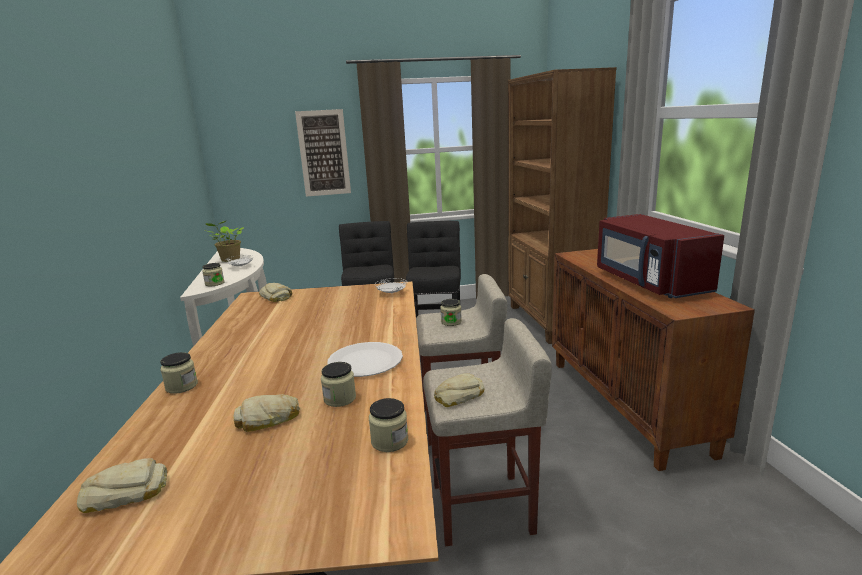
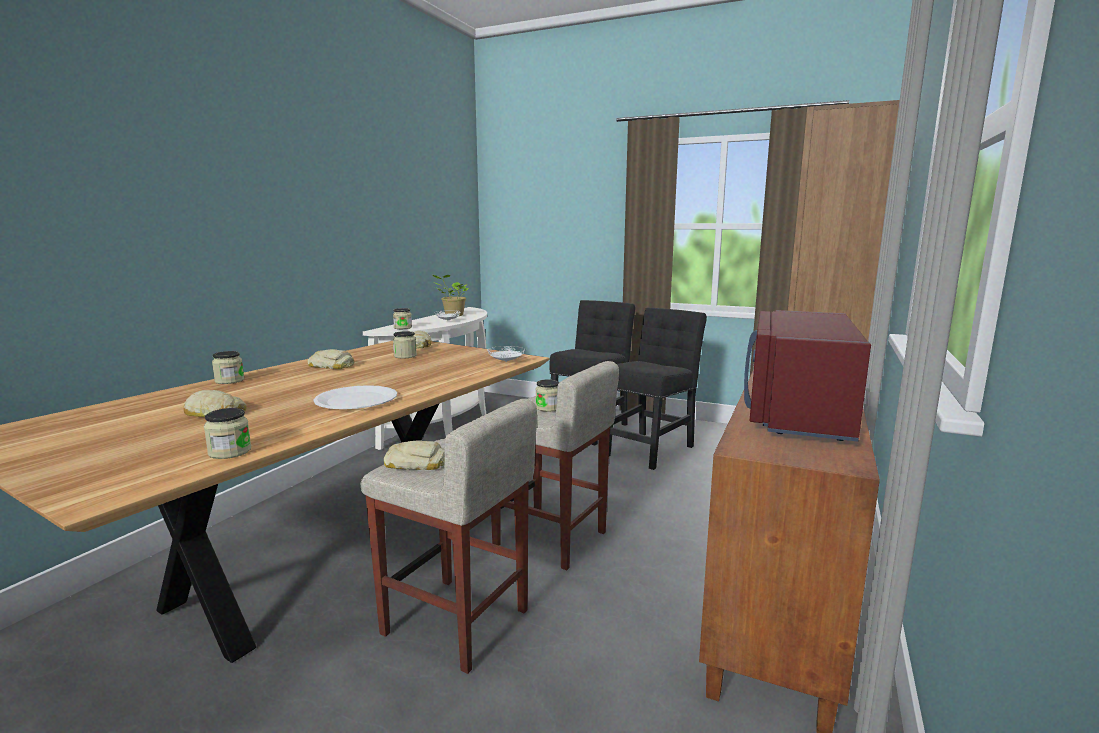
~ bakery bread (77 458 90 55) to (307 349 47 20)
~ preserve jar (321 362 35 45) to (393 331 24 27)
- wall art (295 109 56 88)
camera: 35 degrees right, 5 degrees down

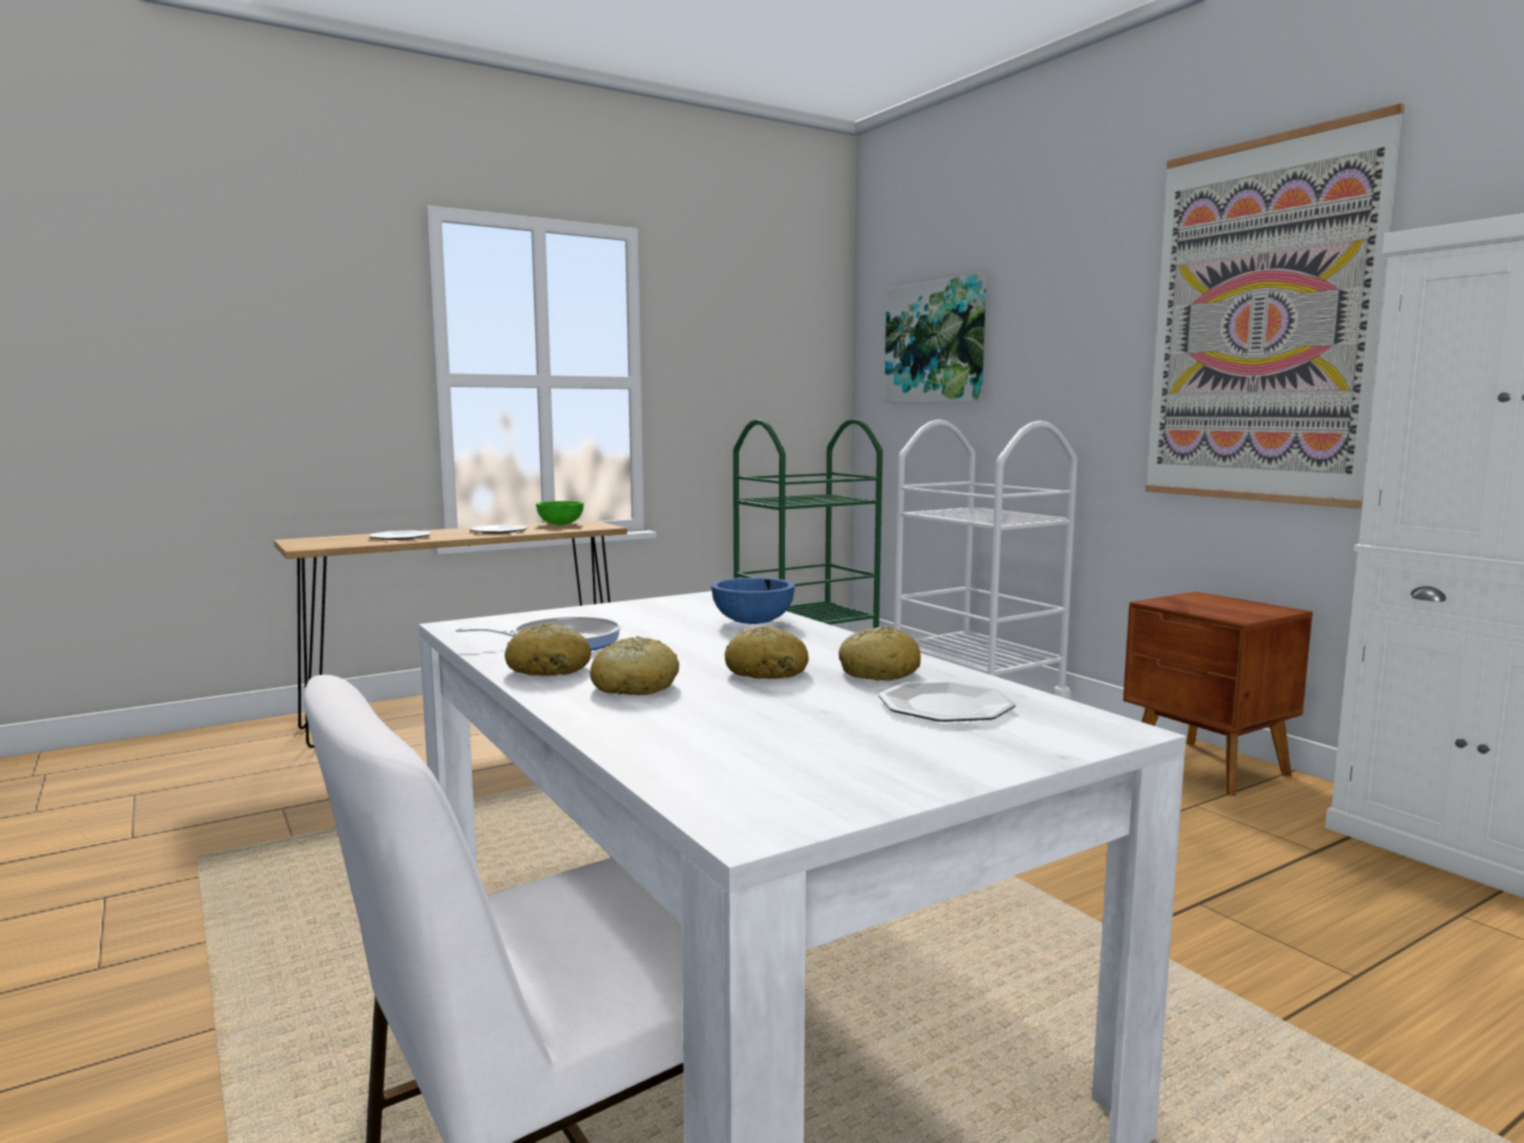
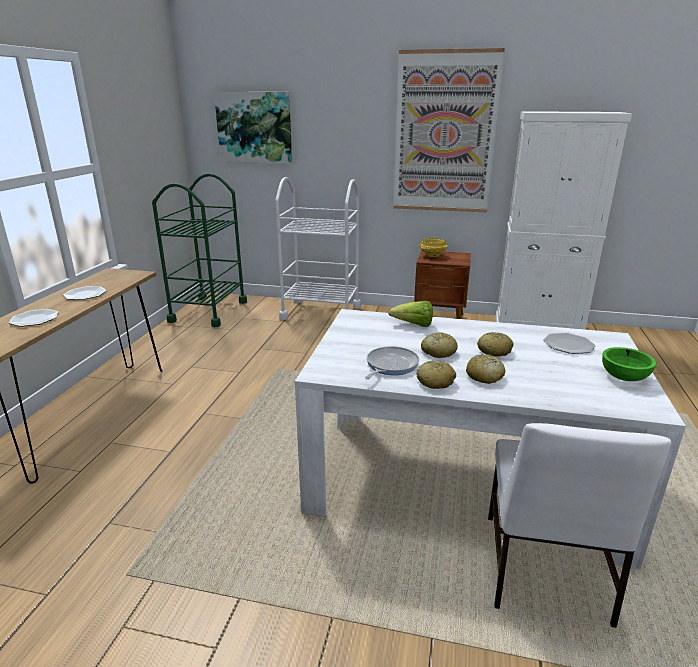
~ serving bowl (blue) (711 578 84 46) to lettuce head (388 301 45 26)
+ serving bowl (yellow) (419 238 29 19)
~ bakery bread (839 627 82 54) to (421 332 37 26)
~ serving bowl (greenish) (536 501 48 24) to (602 347 54 34)
camera: 45 degrees left, 15 degrees up

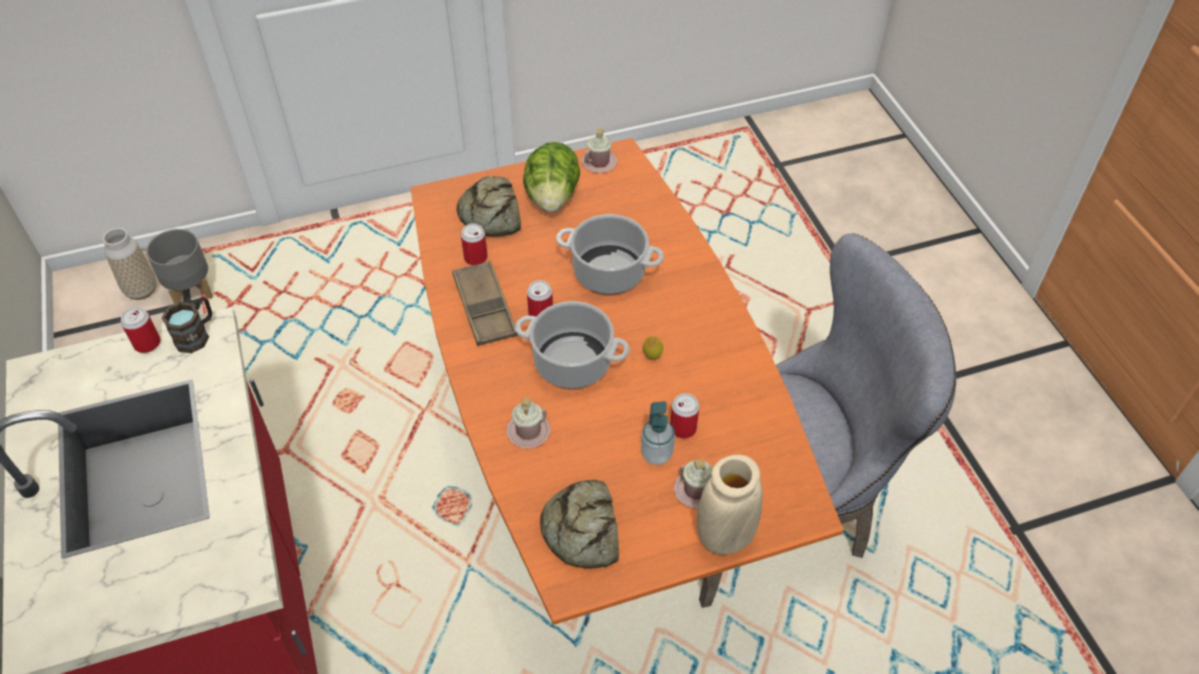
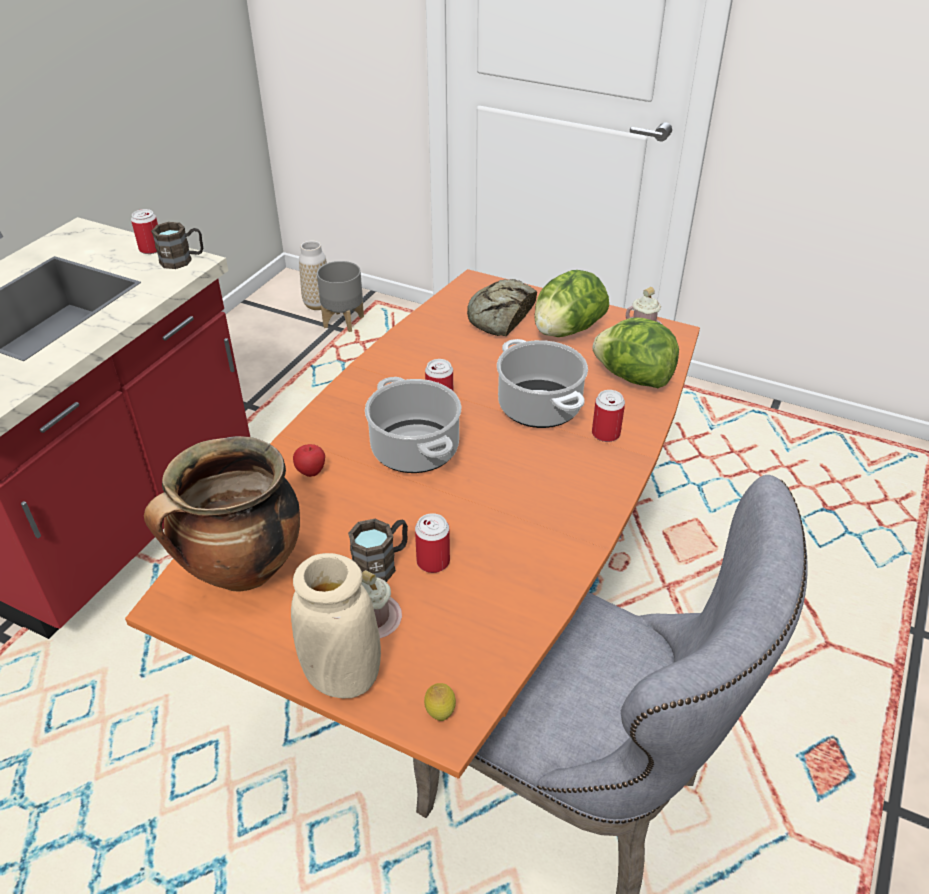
~ bakery bread (540 480 79 88) to saucepot (144 436 156 156)
~ tea mug (pink-coloured) (506 398 45 50) to whole apple (293 444 32 33)
~ soap dispenser (641 401 34 64) to tea mug (brown-coloured) (348 519 60 63)
~ whole lemon (643 336 20 24) to (424 683 32 38)
+ lettuce head (592 317 87 71)
~ can (461 223 27 42) to (592 390 33 52)
- carrying tray (brown-coloured) (452 261 65 85)
camera: 45 degrees right, 10 degrees down

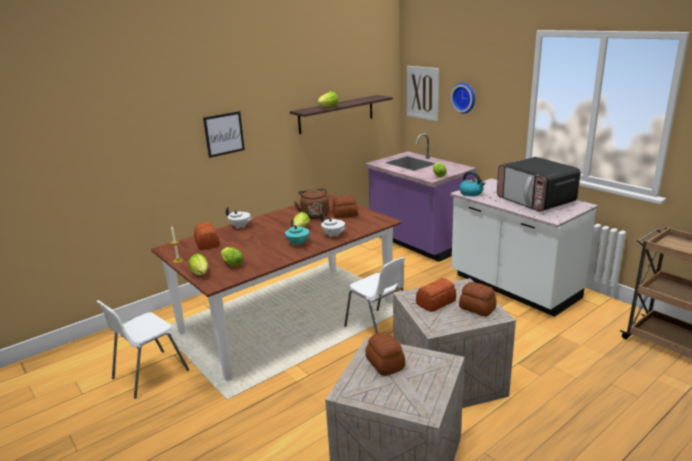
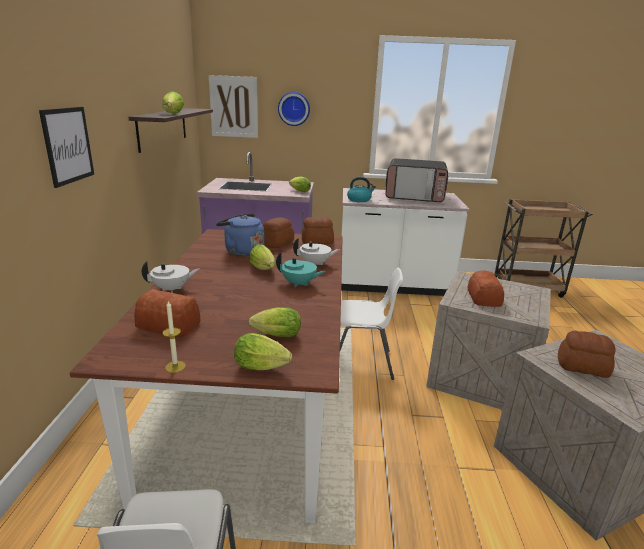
~ water kettle (brown-coloured) (294 189 35 30) to water kettle (blue) (216 214 48 42)
~ bakery bread (459 282 38 34) to (302 217 32 27)
camera: 50 degrees left, 0 degrees up

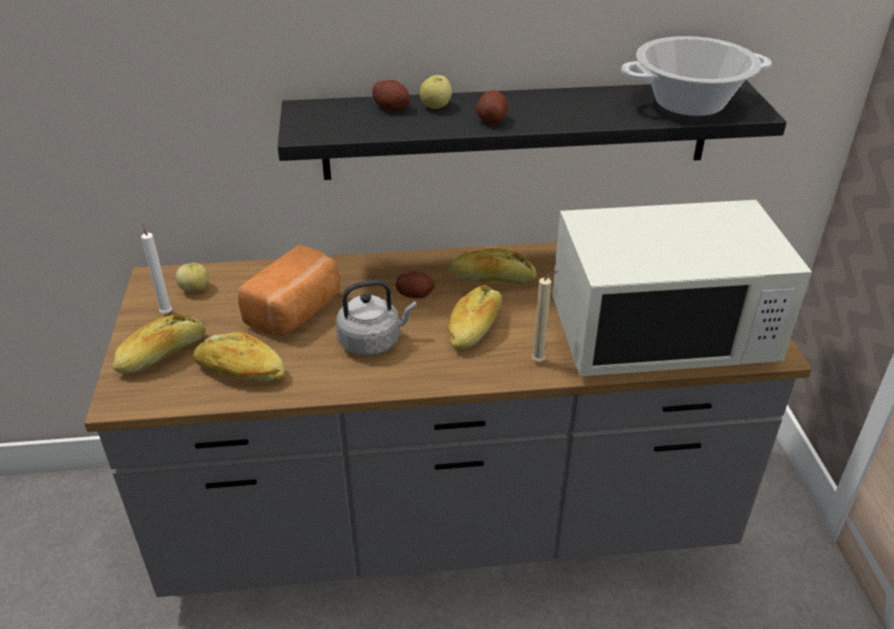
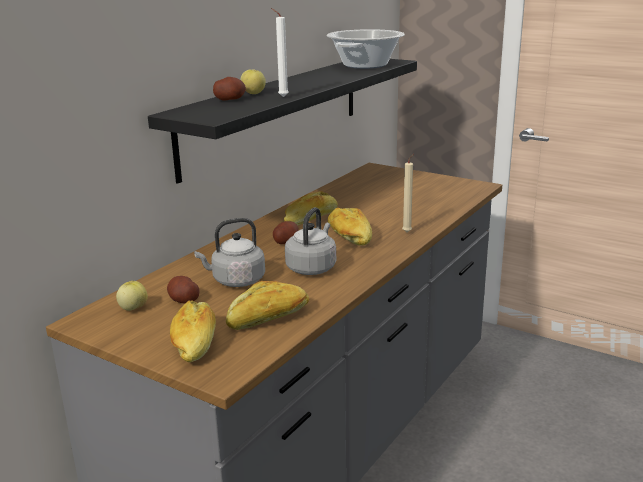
~ spud (475 90 33 34) to (167 276 33 28)
~ bakery bread (238 245 102 91) to water kettle (grey) (194 218 71 69)
~ wax candle (white) (141 221 31 93) to (271 8 18 89)
- microwave oven (white) (552 200 260 177)
camera: 50 degrees left, 15 degrees down

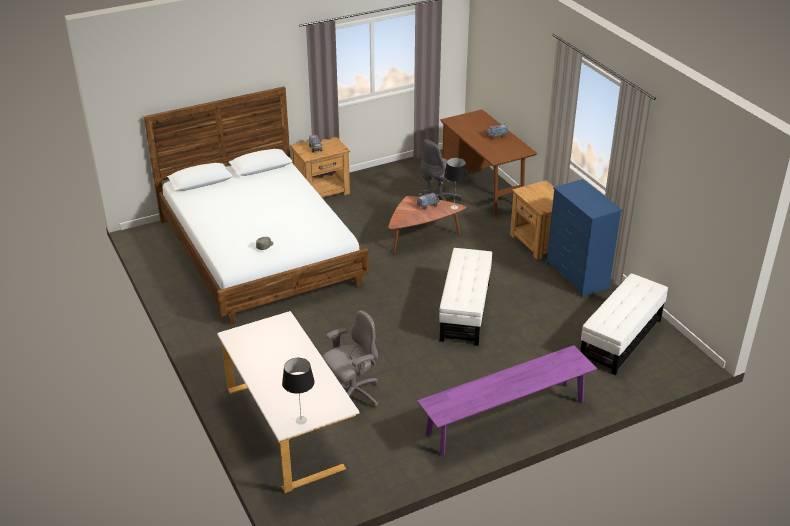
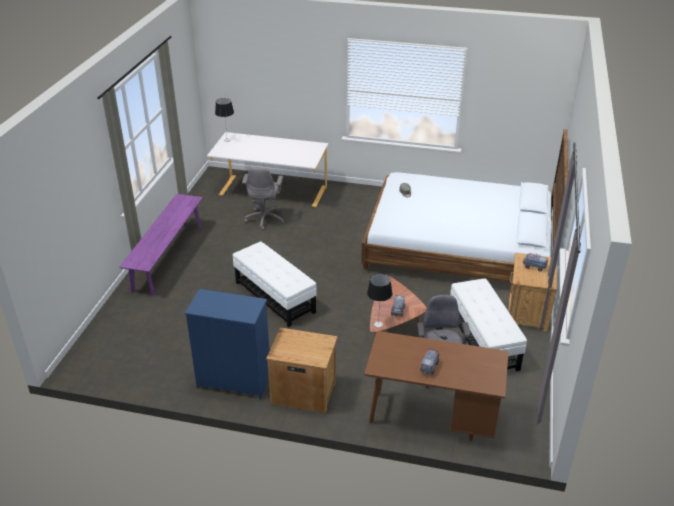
~ footrest (white) (580 273 88 102) to (450 278 77 93)
camera: 130 degrees right, 0 degrees up

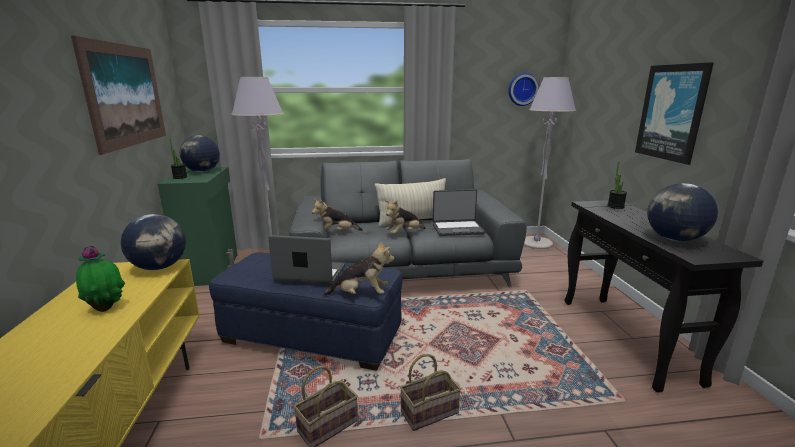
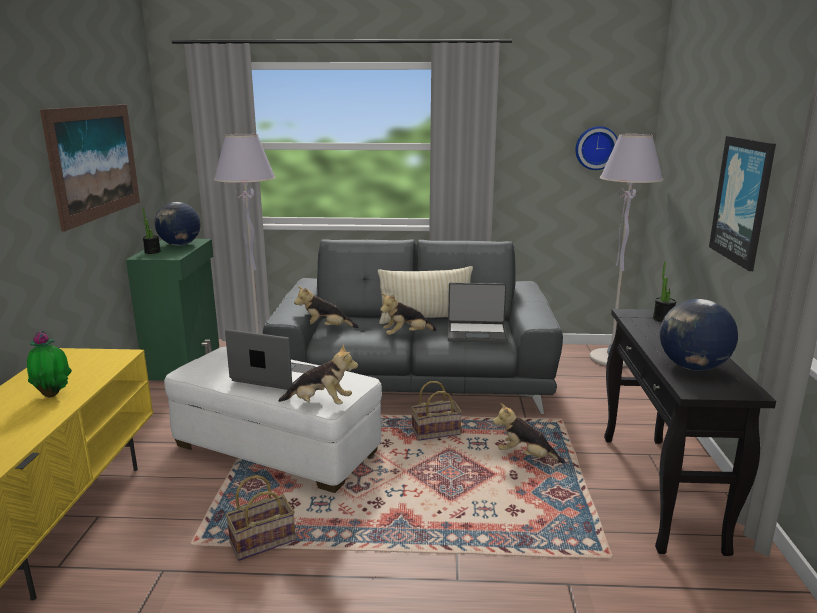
~ footrest (blue) (209 252 193 119) to footrest (white) (164 347 218 146)
~ household basket (400 354 61 77) to (411 381 51 60)
+ cuddly toy (493 403 72 60)
- desk globe (121 214 65 56)
camera: 10 degrees right, 0 degrees up

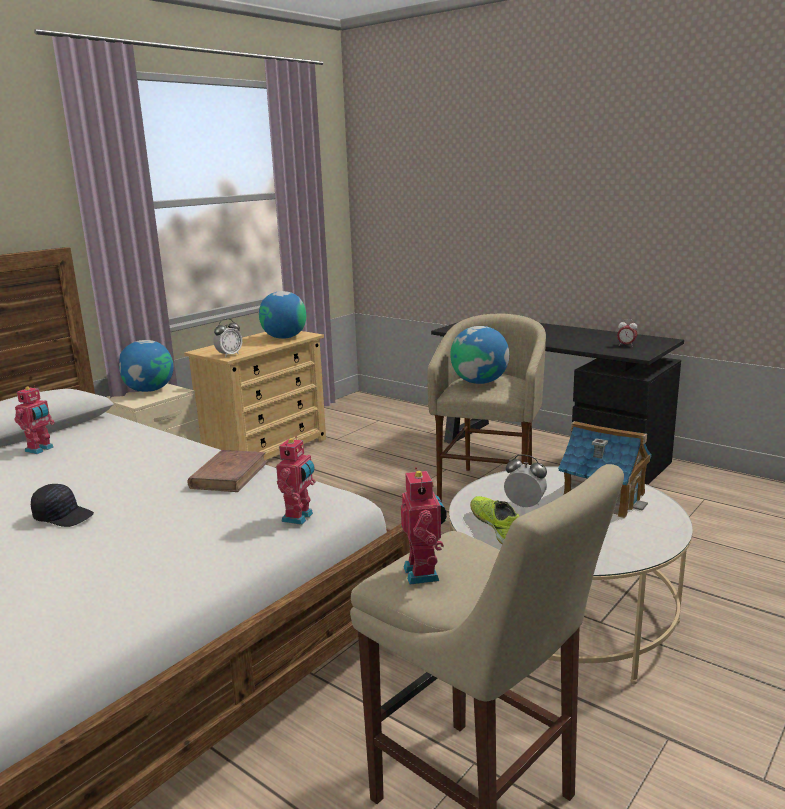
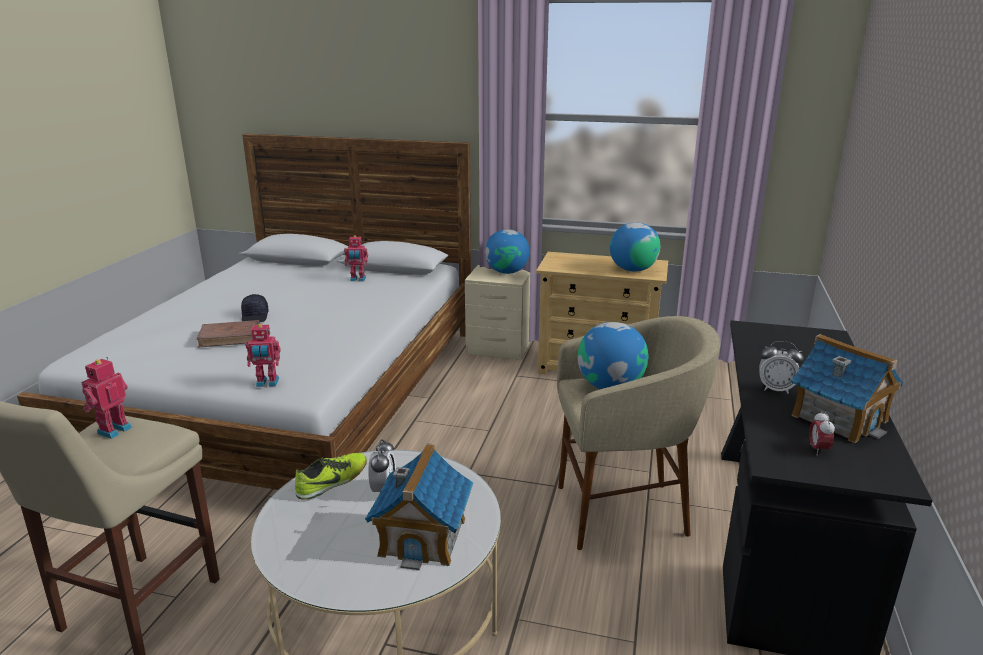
~ toy robot (401 467 46 118) = (81 357 51 82) 150 degrees clockwise
~ volume (brown-coloured) (187 450 81 42) to (196 320 64 27)
~ alarm clock (213 319 29 39) to (759 341 45 53)
+ model house (791 334 112 109)
camera: 65 degrees right, 5 degrees up

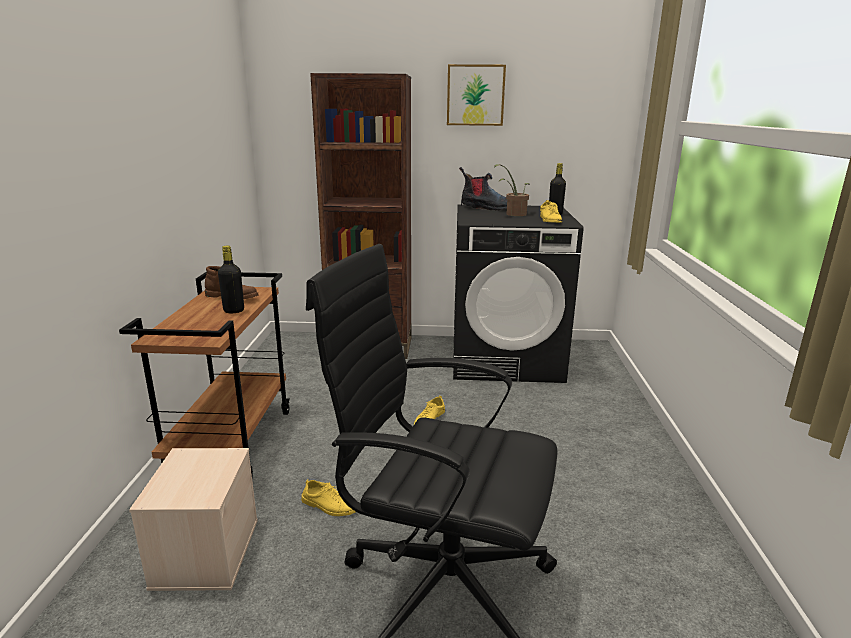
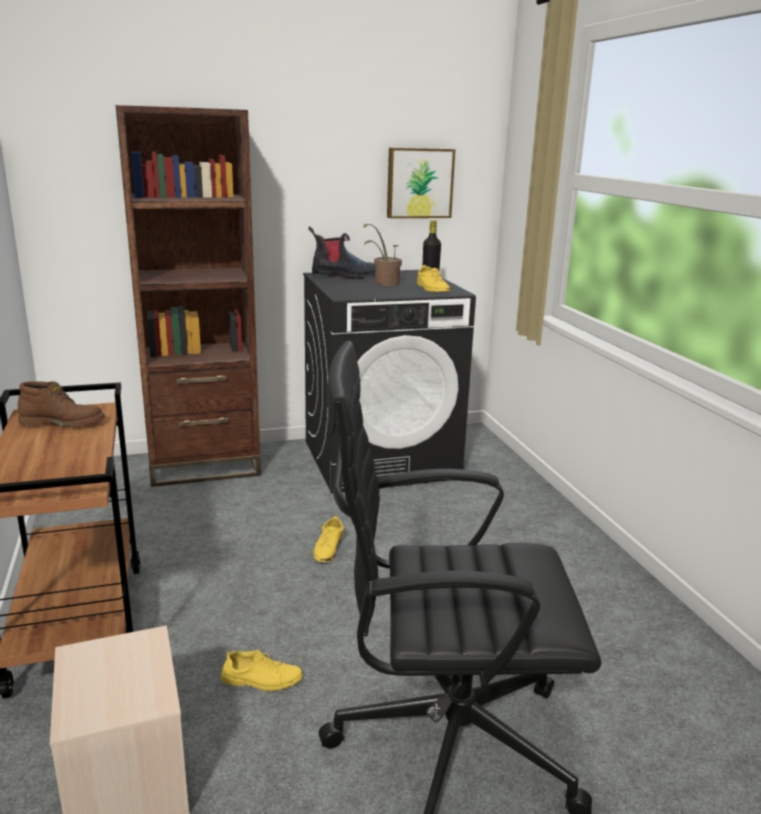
~ wall art (447 64 59 62) to (387 148 68 70)
- drink bottle (black-coloured) (218 246 26 67)
camera: 20 degrees left, 0 degrees up

